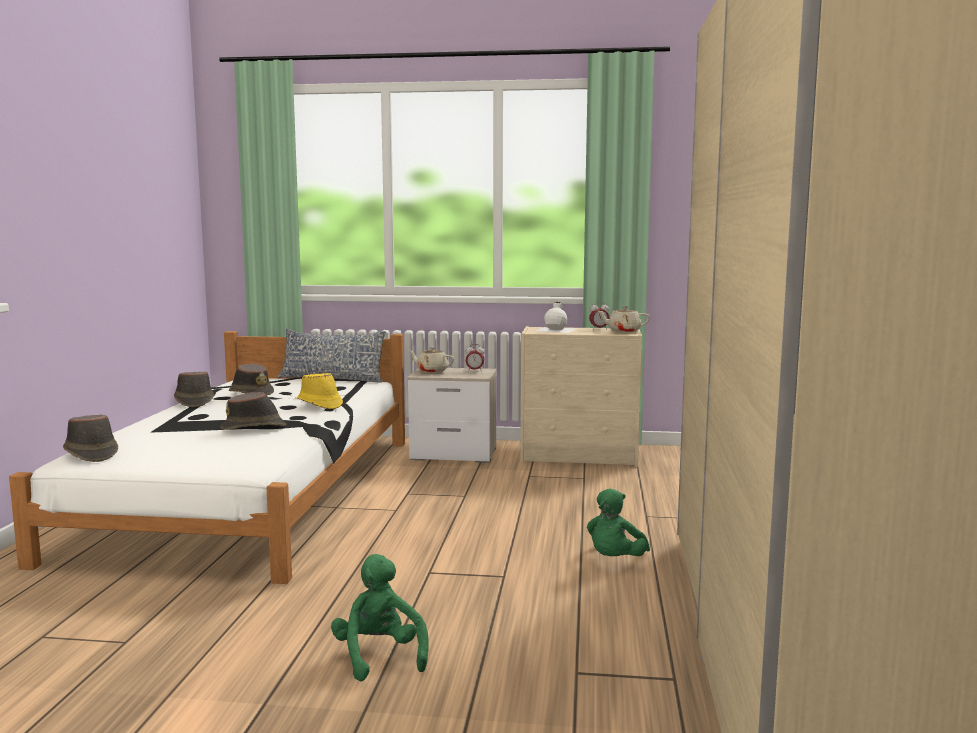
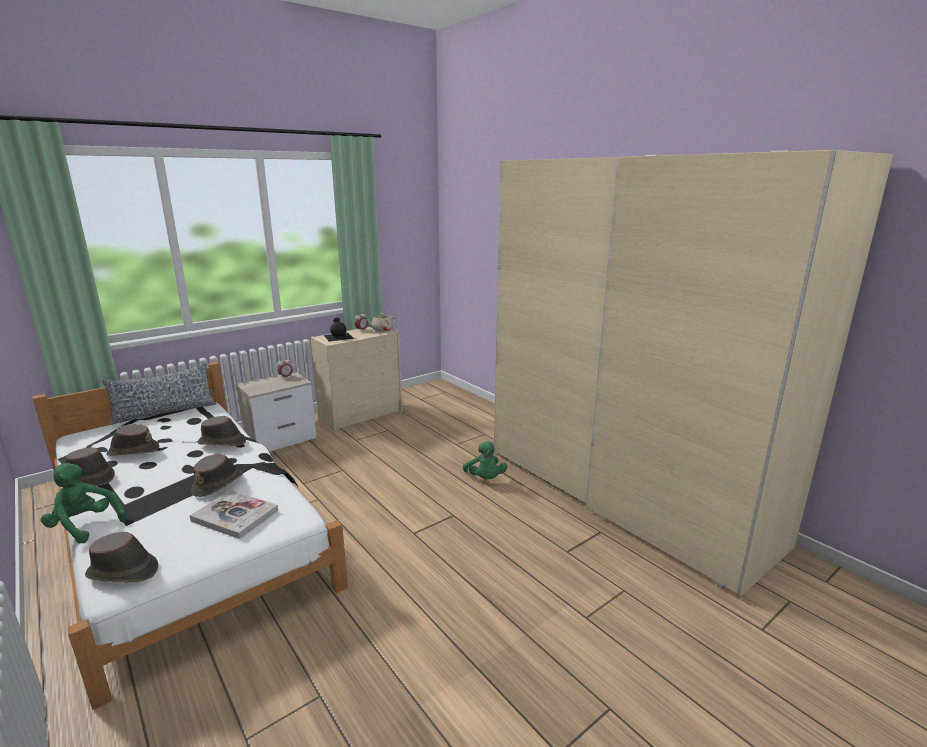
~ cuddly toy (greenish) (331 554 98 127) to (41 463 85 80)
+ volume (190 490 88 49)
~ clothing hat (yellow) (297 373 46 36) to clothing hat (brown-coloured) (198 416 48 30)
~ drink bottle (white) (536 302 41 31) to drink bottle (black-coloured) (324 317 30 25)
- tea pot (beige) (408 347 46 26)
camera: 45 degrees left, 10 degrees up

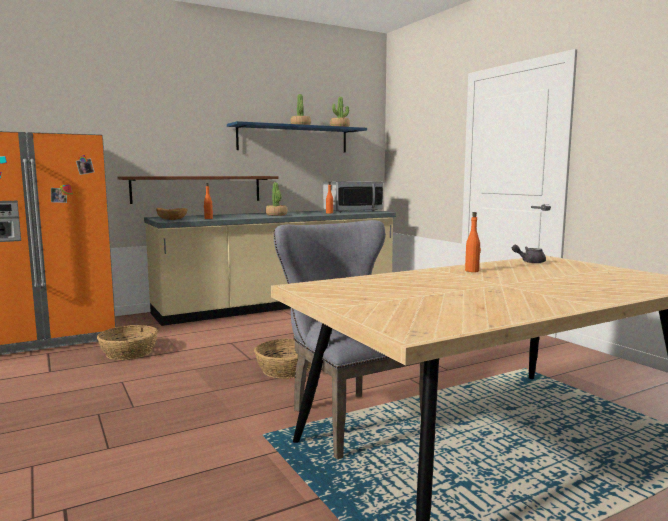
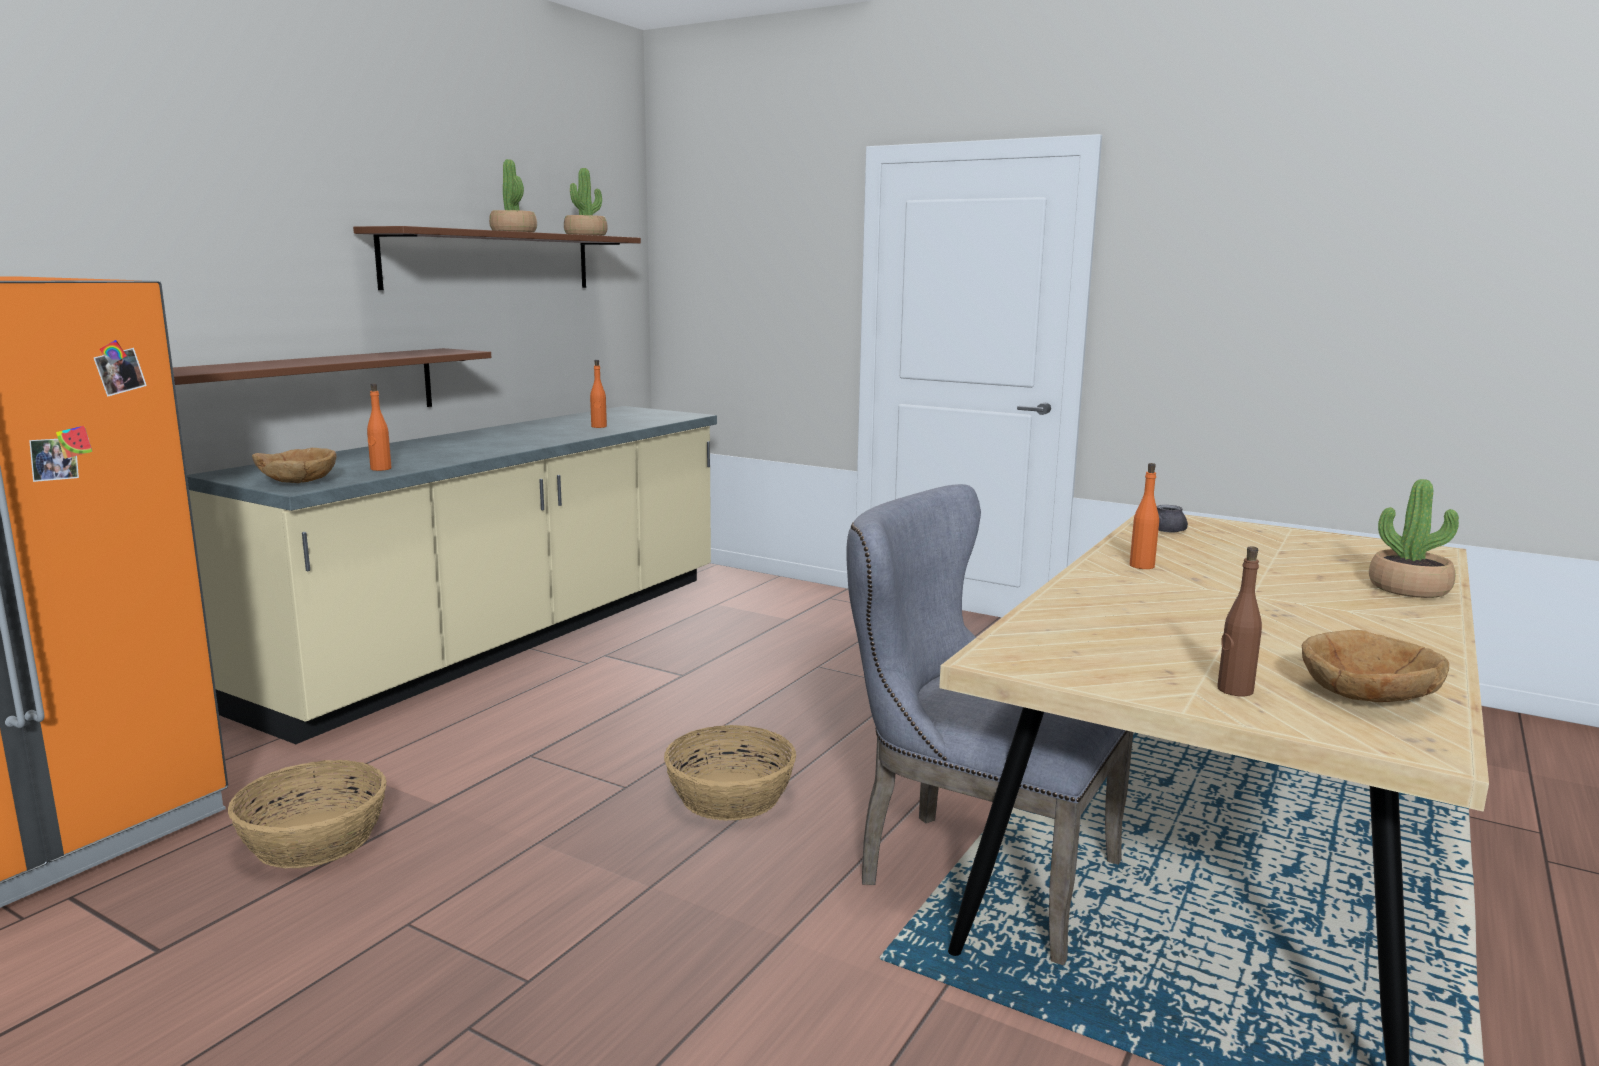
~ shelf (blue) (227 121 140 32) to shelf (brown-coloured) (353 226 288 64)
+ drink bottle (brown-coloured) (1217 547 45 149)
+ serving bowl (brown-coloured) (1302 630 147 72)
~ houseplant (266 182 22 34) to (1369 479 90 119)
- microwave oven (323 181 60 31)
camera: 30 degrees left, 5 degrees up

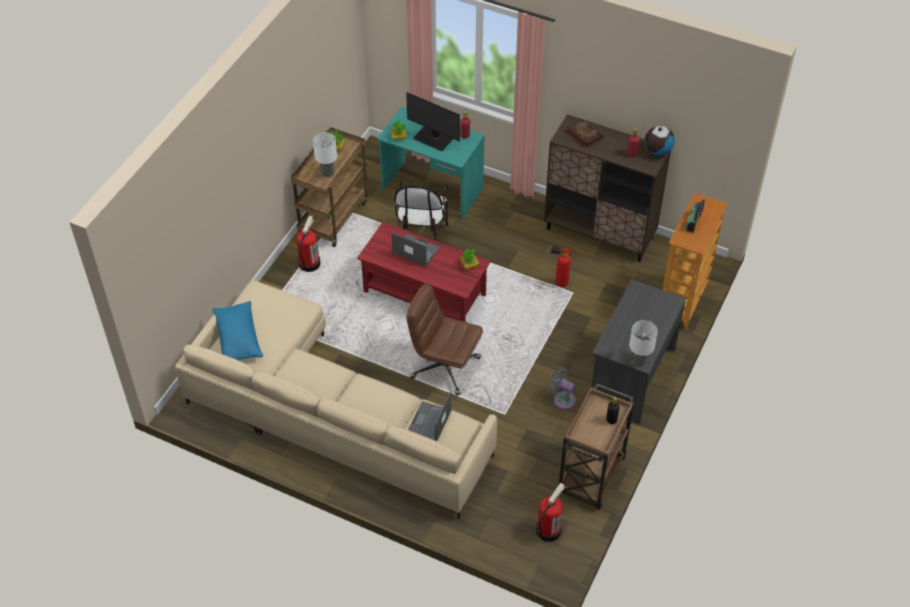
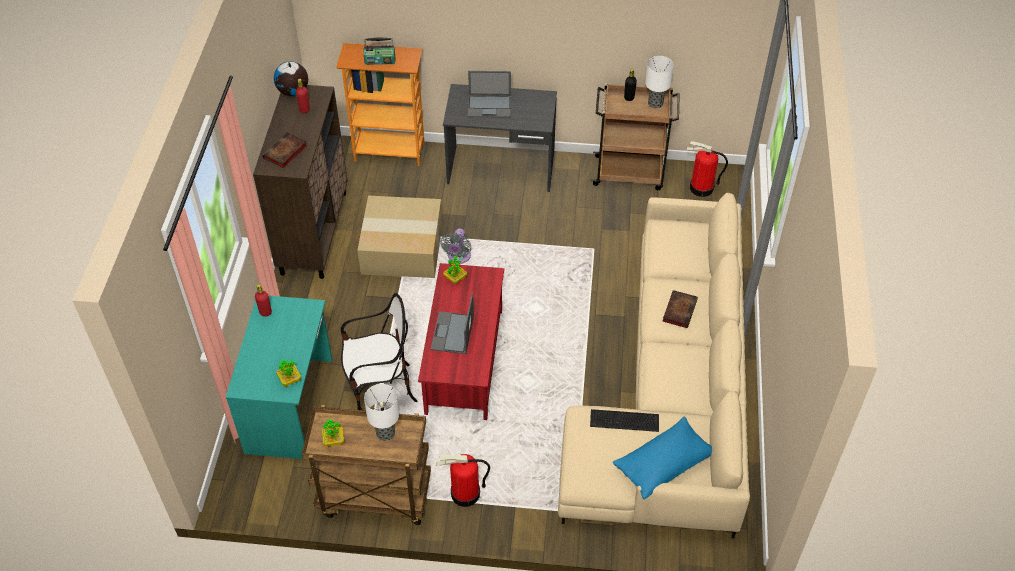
~ extinguisher (551 245 21 42) to carton (357 196 86 82)
~ cooling fan (grey) (548 367 28 42) to (440 228 32 36)
~ portable computer (408 392 43 49) to (468 71 43 47)
+ keyboard (590 409 69 23)
~ lamp for a table (629 320 29 48) to (645 56 29 53)
+ volume (662 290 36 38)
- computer screen (406 92 54 59)
- office chair (brown-coloured) (406 283 77 112)
camera: 110 degrees left, 0 degrees up

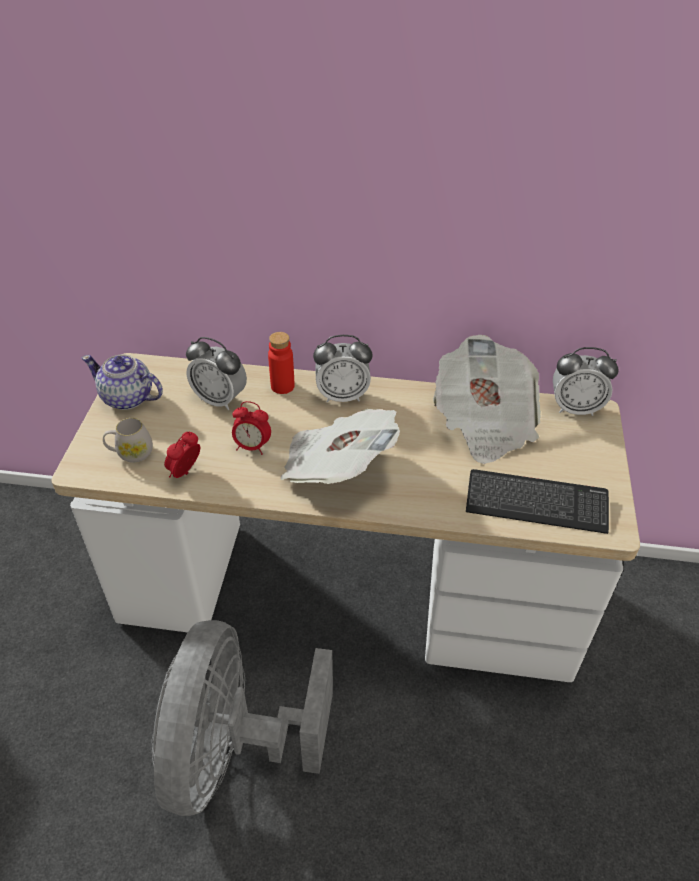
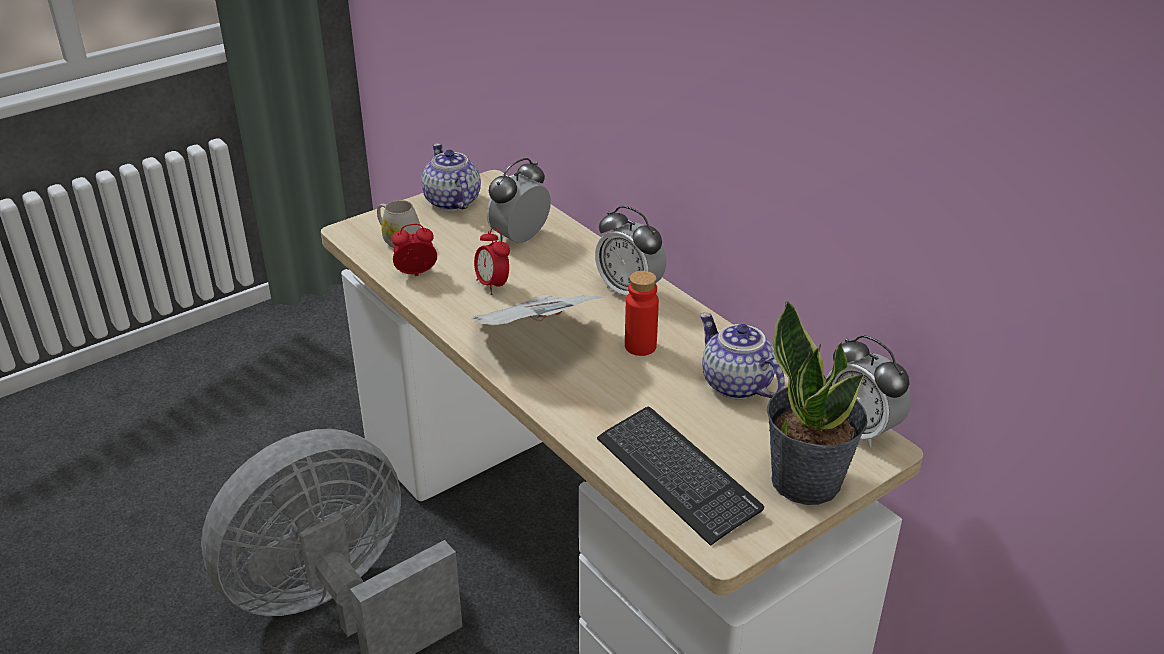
~ alarm clock (186 337 61 73) = (487 158 64 85) 60 degrees clockwise
~ drink bottle (red) (268 332 27 62) to (625 271 34 85)
~ daily paper (433 335 108 129) to tea pot (700 313 85 87)
+ houseplant (767 300 101 205)
camera: 45 degrees right, 10 degrees down

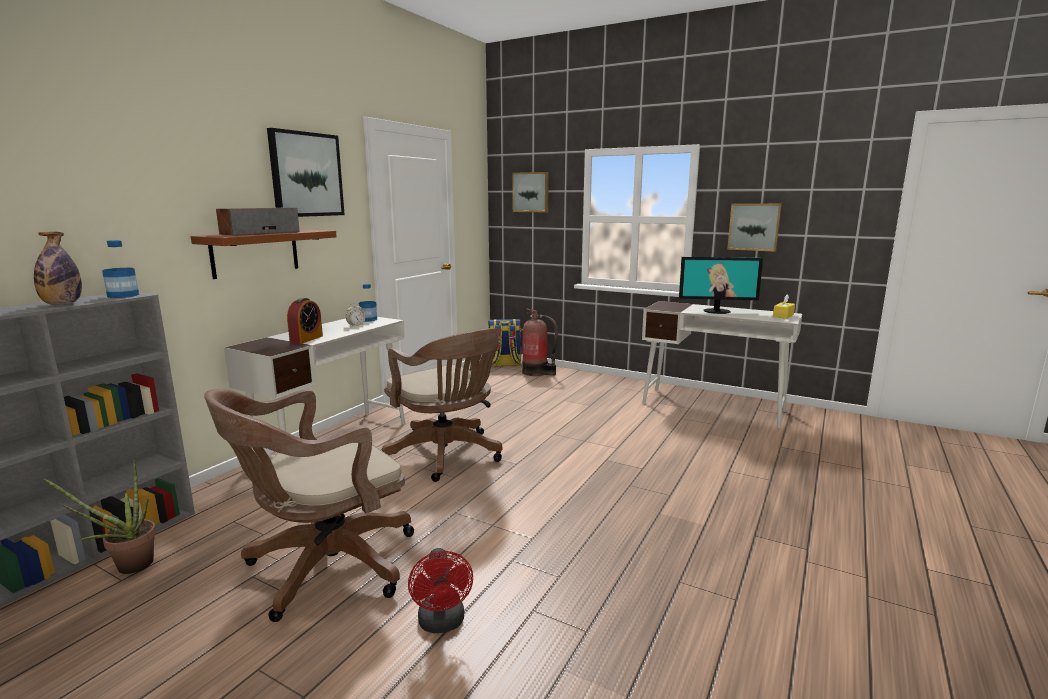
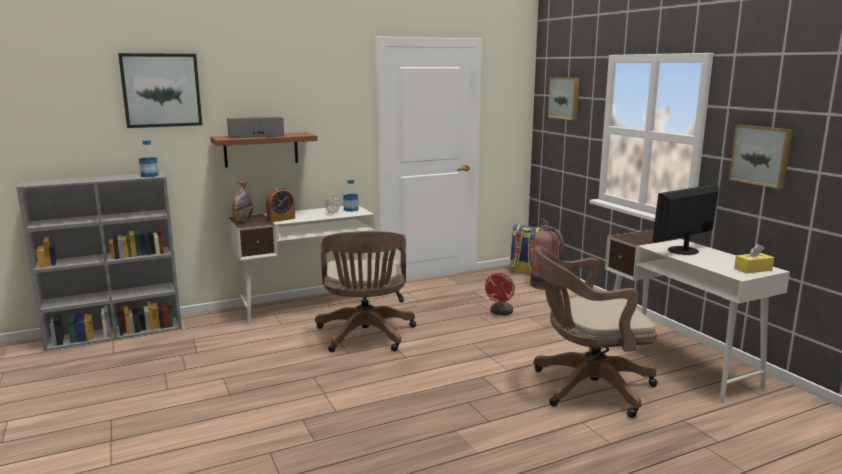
~ wall art (267 128 78 89) to (118 53 84 75)
~ drink bottle (34 232 48 73) to (232 182 21 39)
~ cooling fan (red) (408 548 65 85) to (485 273 30 43)
~ office chair (brown-coloured) (204 389 210 233) to (533 247 125 171)
~ computer screen (679 257 84 57) = (652 184 67 71) 105 degrees clockwise
- houseplant (43 459 113 115)
camera: 35 degrees right, 0 degrees up

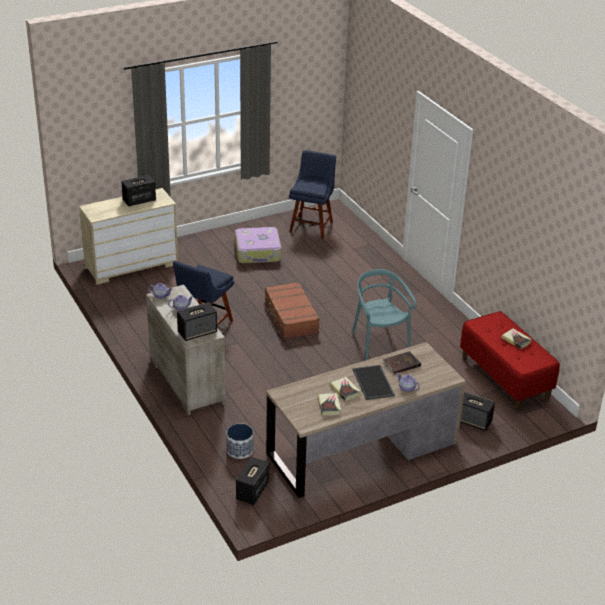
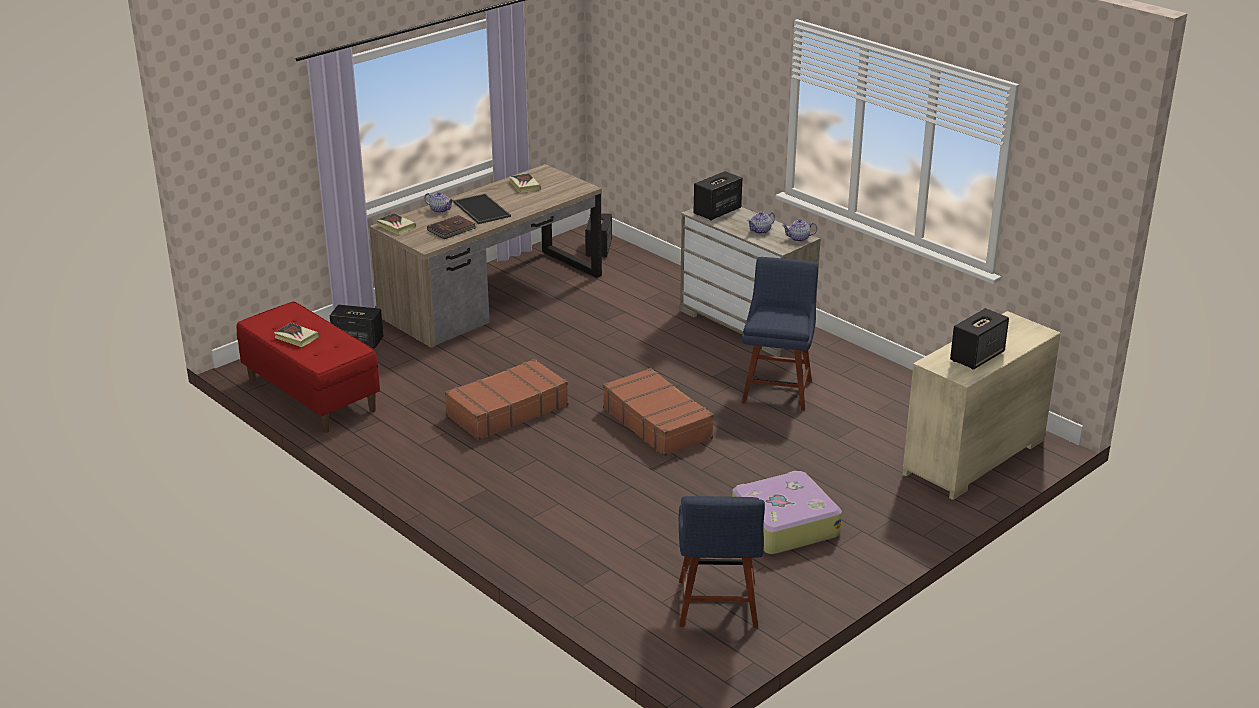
~ volume (330 377 31 24) to (376 213 40 22)
~ plain chair (turquoise-coloured) (352 269 65 91) to piece of luggage (brown-coloured) (445 359 123 81)
- planter (226 424 27 35)
camera: 165 degrees right, 5 degrees down

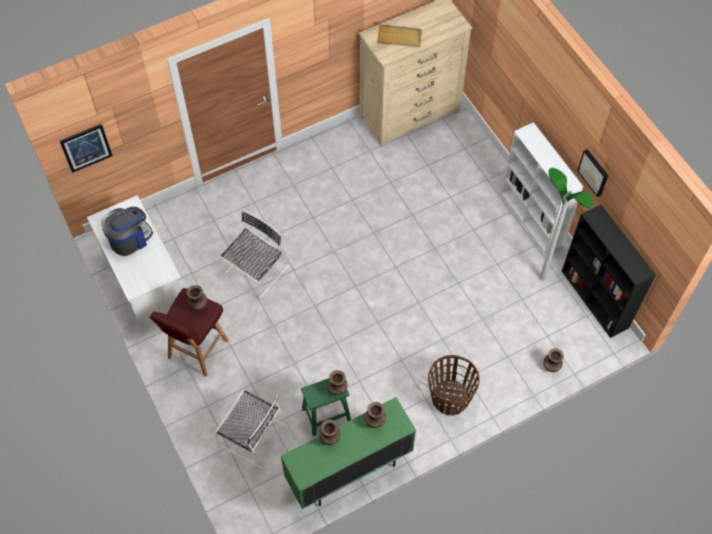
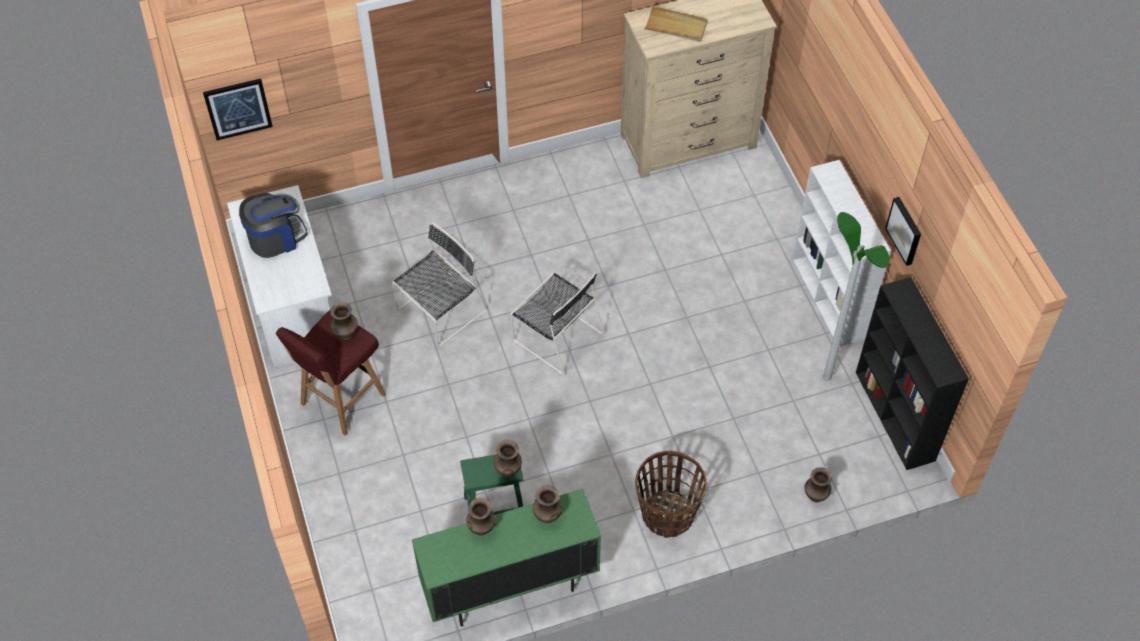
~ plain chair (black-coloured) (215 389 75 81) to (510 272 94 103)
camera: 10 degrees right, 5 degrees down

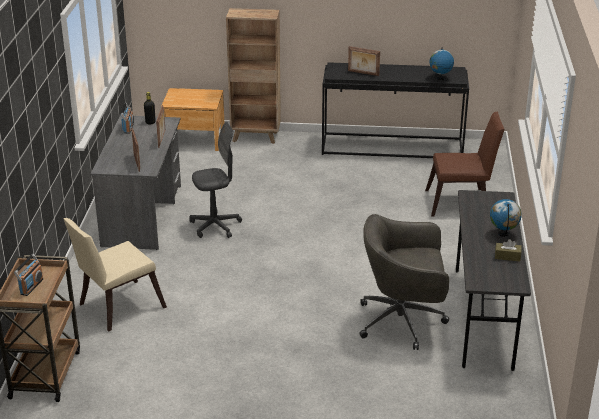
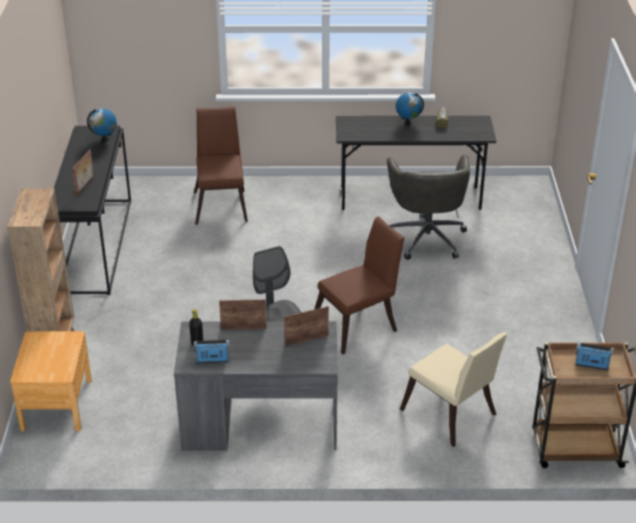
+ plain chair (brown-coloured) (315 216 90 138)
camera: 95 degrees left, 5 degrees up

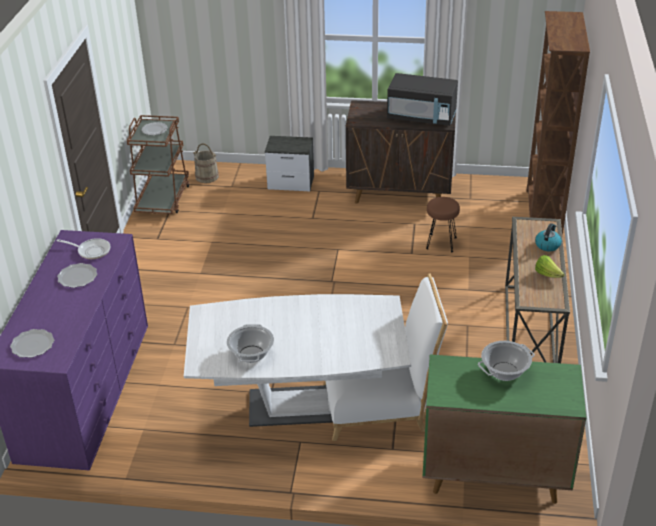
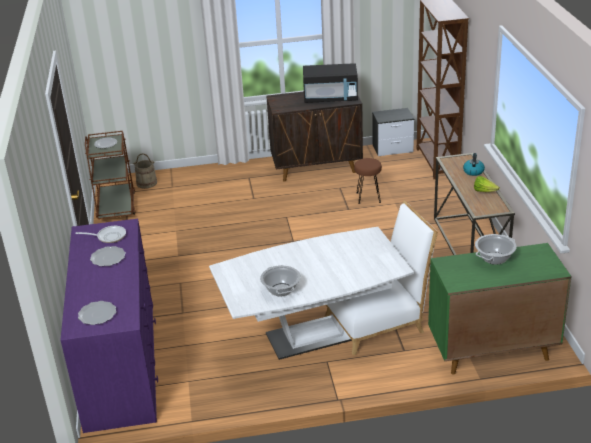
~ bedside table (265 136 49 55) to (372 108 42 48)
camera: 15 degrees left, 5 degrees down

